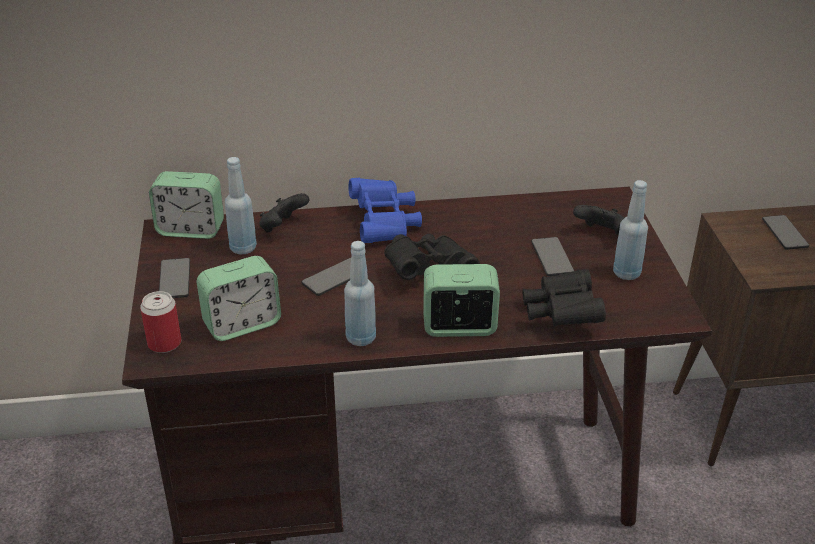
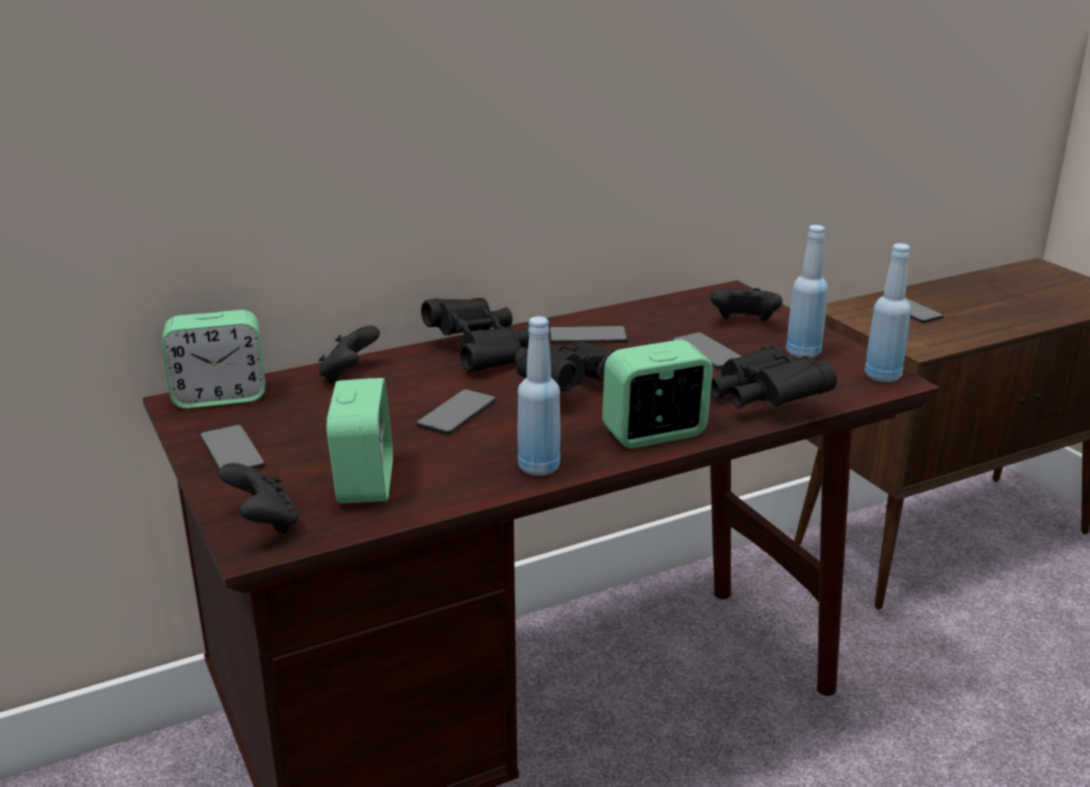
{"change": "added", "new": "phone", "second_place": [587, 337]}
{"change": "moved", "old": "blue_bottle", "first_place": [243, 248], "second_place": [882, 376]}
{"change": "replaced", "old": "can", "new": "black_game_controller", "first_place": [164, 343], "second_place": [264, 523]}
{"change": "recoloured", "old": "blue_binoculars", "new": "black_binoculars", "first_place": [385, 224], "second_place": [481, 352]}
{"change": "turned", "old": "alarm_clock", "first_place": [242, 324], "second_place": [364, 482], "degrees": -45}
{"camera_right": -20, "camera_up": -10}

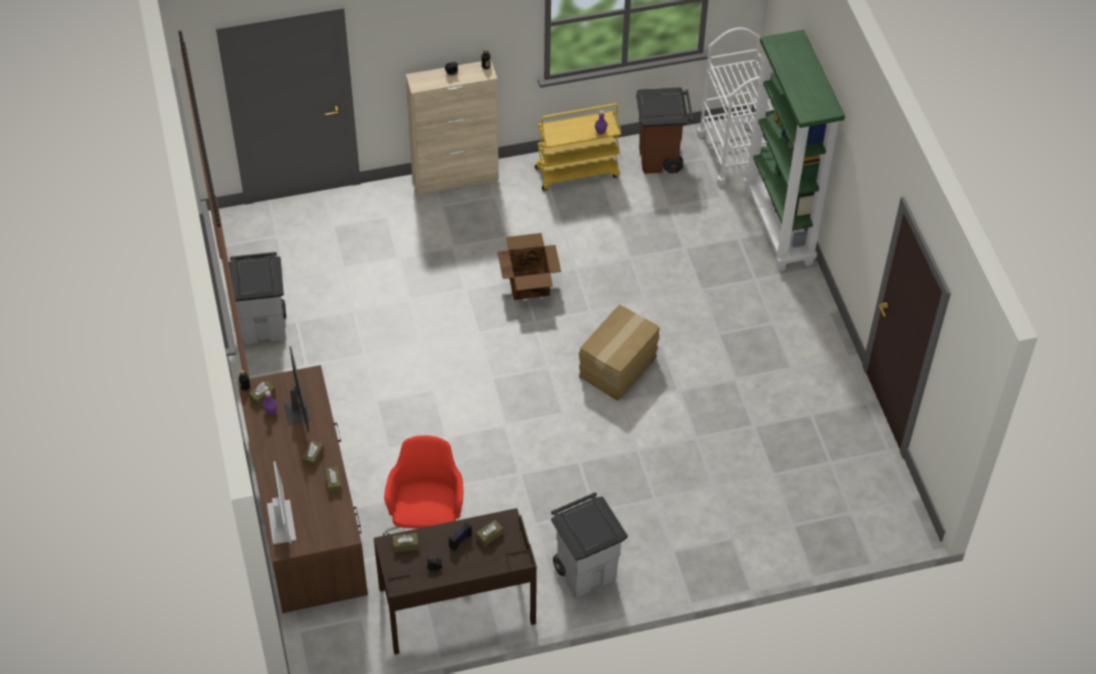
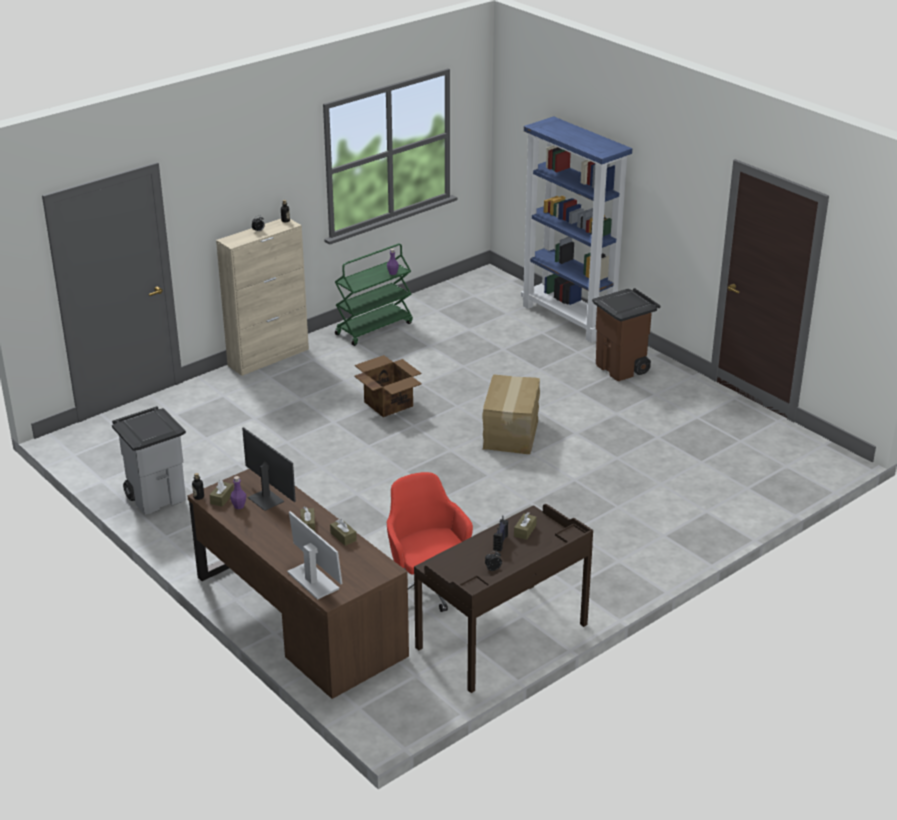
{"change": "removed", "old": "brown_tissue_box", "first_place": [405, 545]}
{"change": "removed", "old": "grey_trash_can", "first_place": [586, 571]}
{"change": "removed", "old": "white_cart", "first_place": [734, 154]}
{"change": "moved", "old": "brown_trash_can", "first_place": [660, 159], "second_place": [622, 368]}
{"change": "recoloured", "old": "yellow_cart", "new": "green_cart", "first_place": [577, 172], "second_place": [374, 328]}
{"change": "recoloured", "old": "green_bookcase", "new": "blue_bookcase", "first_place": [779, 227], "second_place": [569, 319]}
{"camera_right": -25, "camera_up": -20}

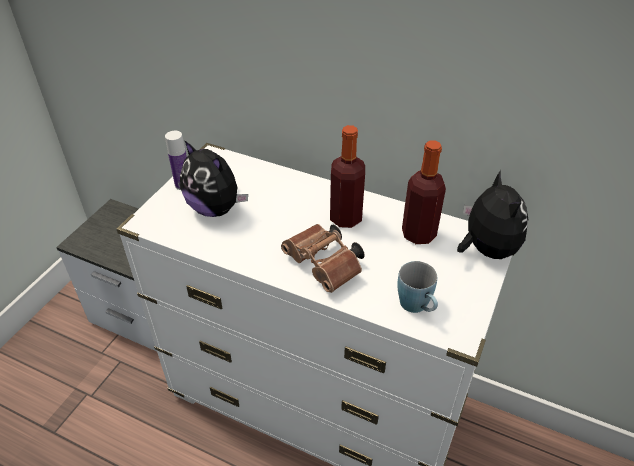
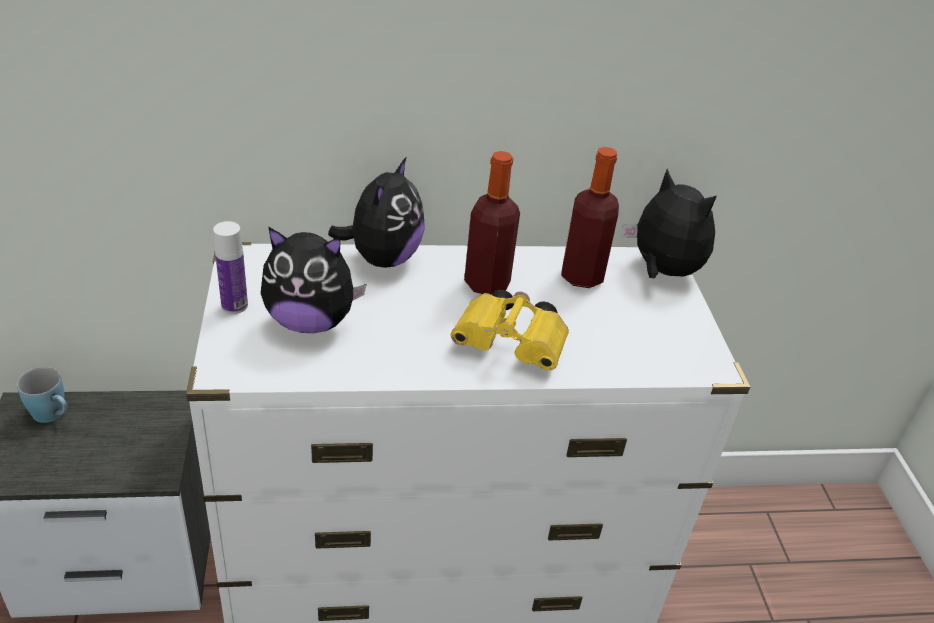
{"change": "added", "new": "plush_toy", "second_place": [382, 258]}
{"change": "moved", "old": "blue_mug", "first_place": [417, 307], "second_place": [53, 415]}
{"change": "recoloured", "old": "brown_binoculars", "new": "yellow_binoculars", "first_place": [325, 267], "second_place": [513, 346]}
{"camera_right": -35, "camera_up": -5}

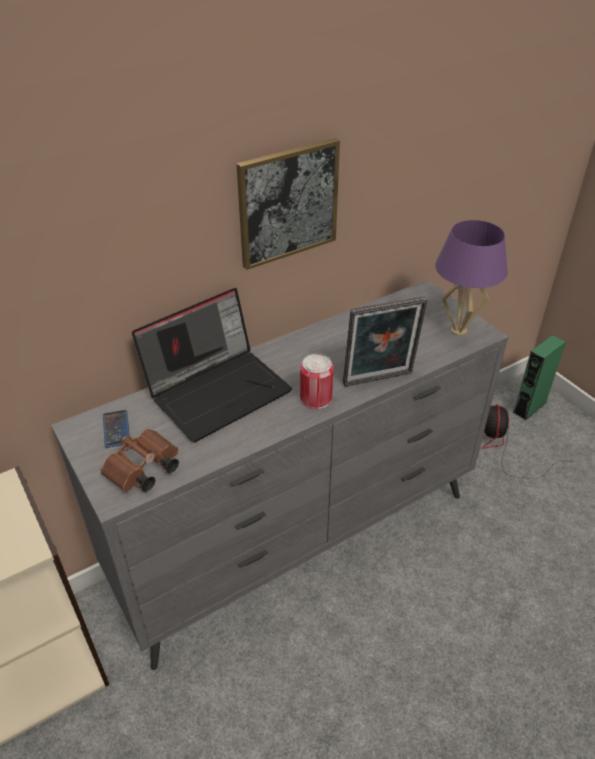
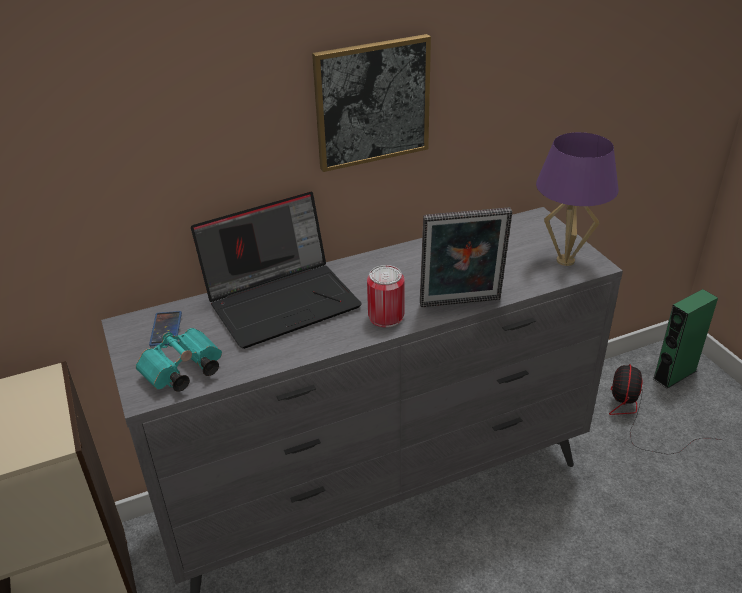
{"change": "recoloured", "old": "brown_binoculars", "new": "turquoise_binoculars", "first_place": [143, 472], "second_place": [181, 373]}
{"camera_right": 10, "camera_up": -5}

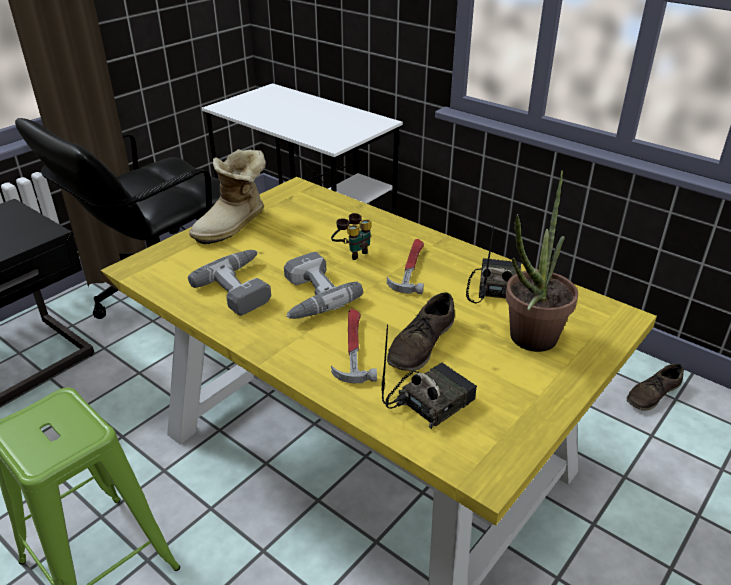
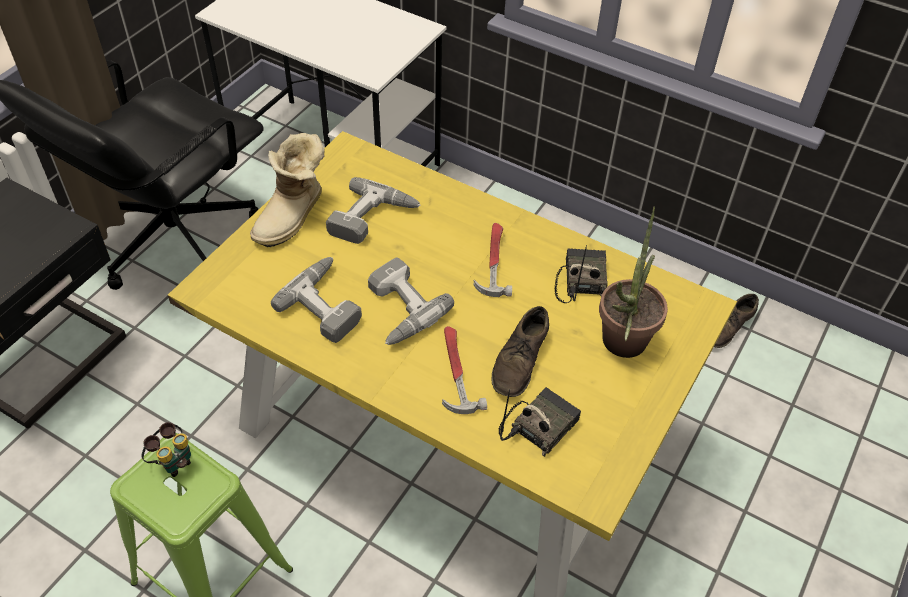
{"change": "added", "new": "power_drill", "second_place": [373, 219]}
{"change": "moved", "old": "binoculars", "first_place": [352, 252], "second_place": [172, 461]}
{"camera_right": -10, "camera_up": 15}

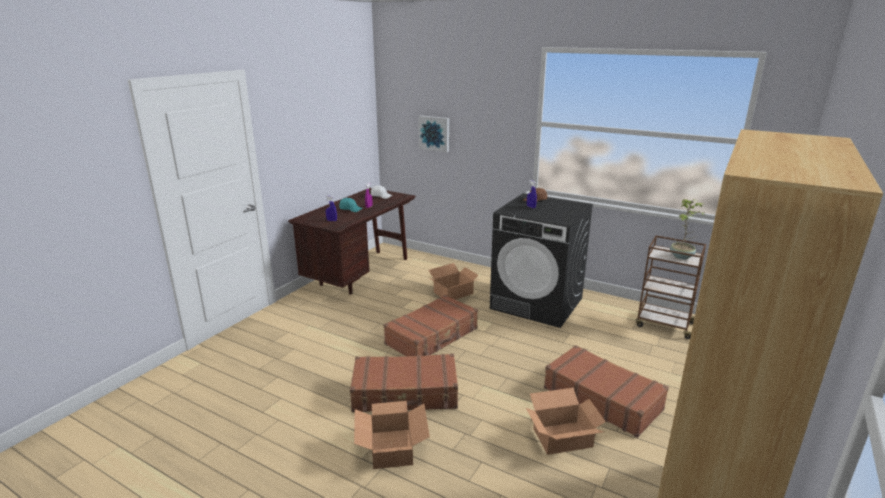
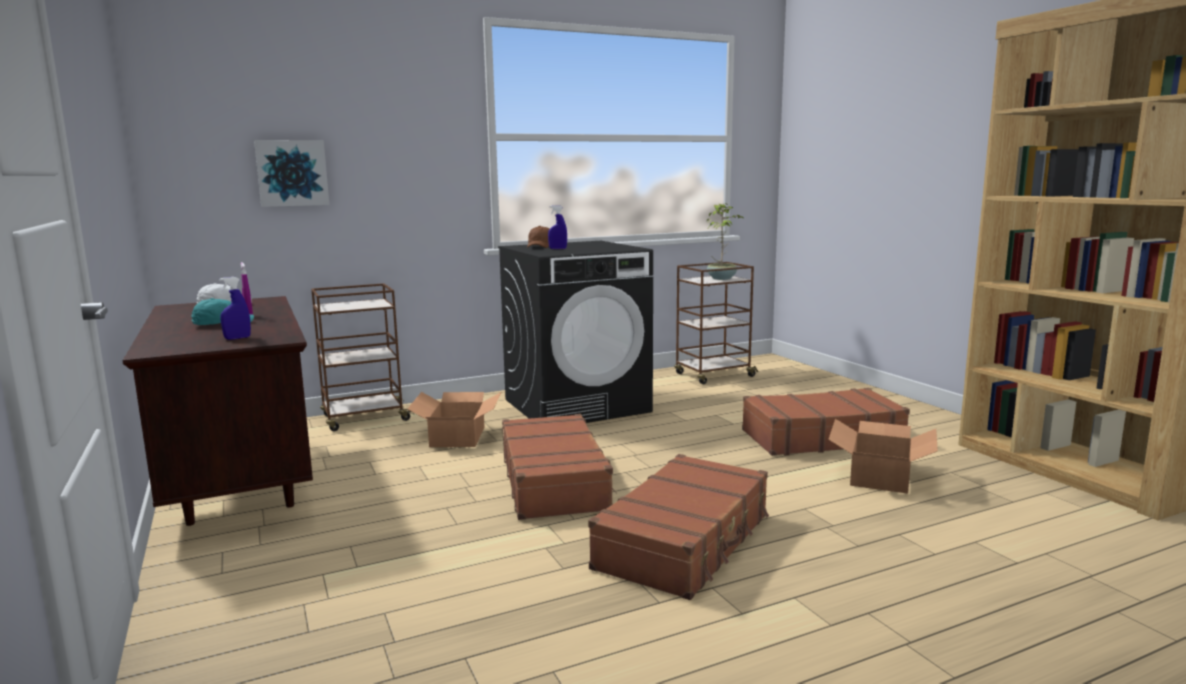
{"change": "removed", "old": "cardboard_box", "first_place": [391, 449]}
{"change": "added", "new": "brown_cart", "second_place": [364, 418]}
{"camera_right": -55, "camera_up": -10}

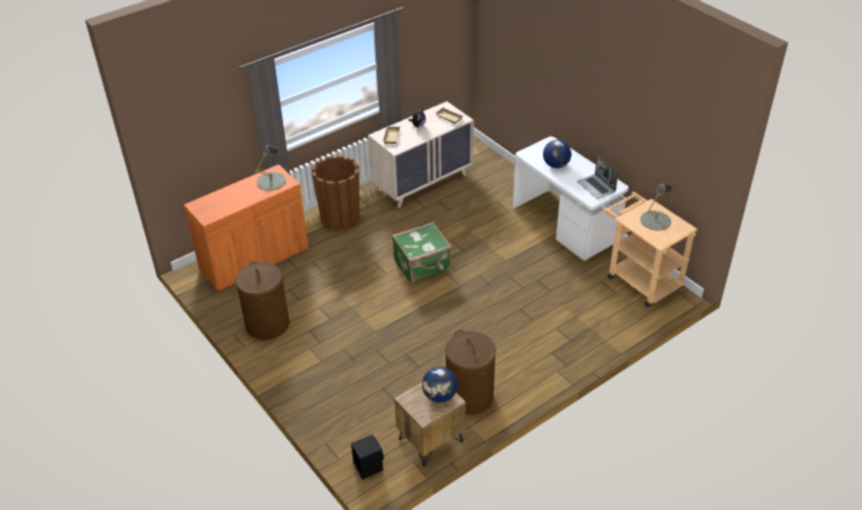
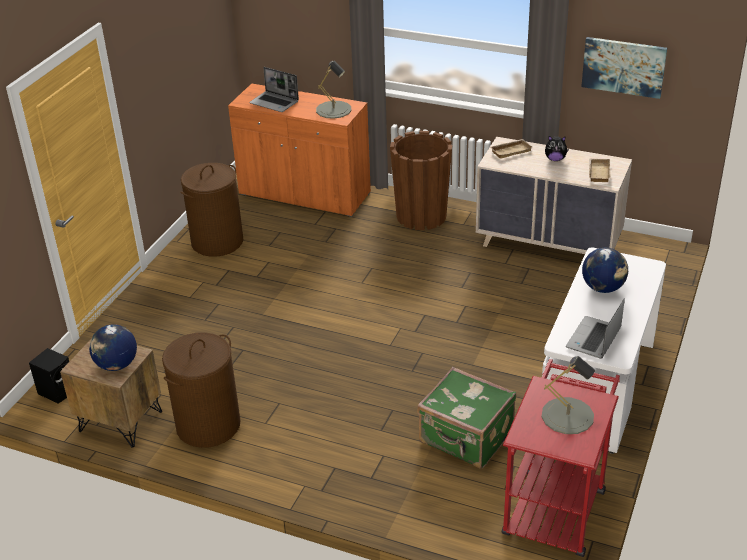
{"change": "added", "new": "laptop", "second_place": [275, 103]}
{"change": "added", "new": "picture", "second_place": [623, 66]}
{"change": "moved", "old": "green_suitcase", "first_place": [423, 266], "second_place": [466, 438]}
{"change": "recoloured", "old": "beige_cart", "new": "red_cart", "first_place": [639, 279], "second_place": [556, 504]}
{"camera_right": 60, "camera_up": -5}

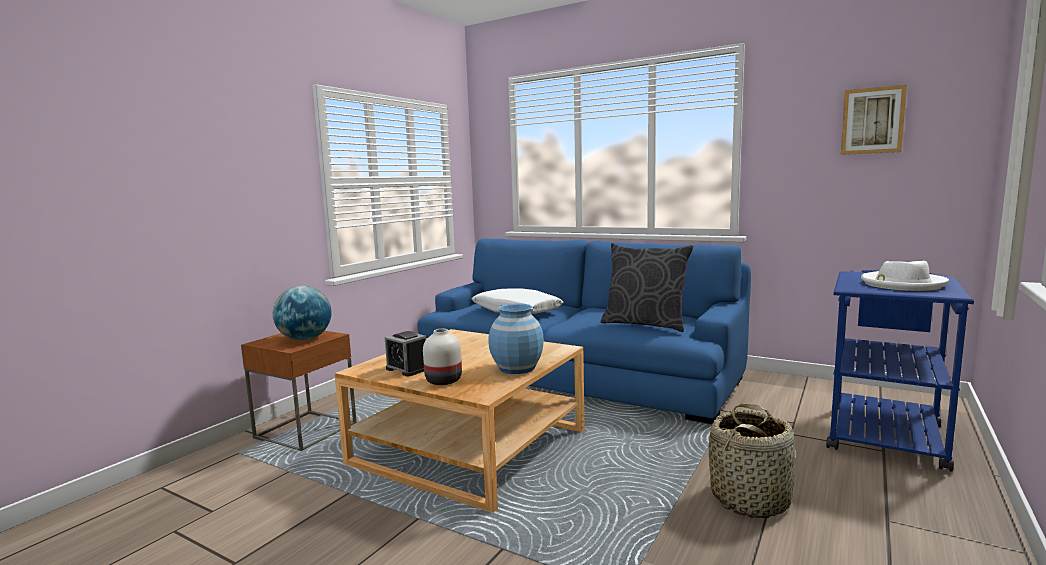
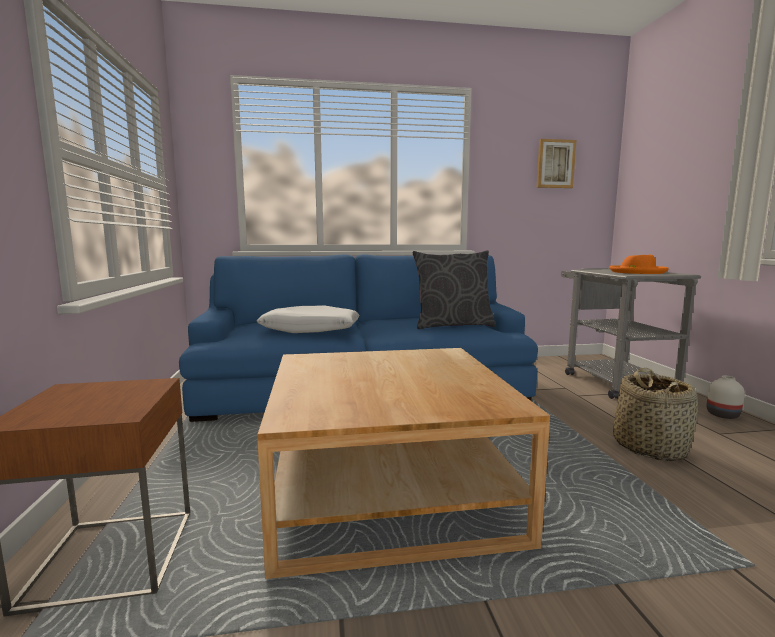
{"change": "removed", "old": "globe", "first_place": [305, 339]}
{"change": "removed", "old": "alarm_clock", "first_place": [407, 369]}
{"change": "removed", "old": "blue_vase", "first_place": [517, 368]}
{"change": "moved", "old": "white_vase", "first_place": [443, 381], "second_place": [723, 415]}
{"change": "recoloured", "old": "blue_cart", "new": "grey_cart", "first_place": [884, 431], "second_place": [612, 381]}
{"change": "recoloured", "old": "white_hat", "new": "orange_hat", "first_place": [901, 284], "second_place": [637, 272]}
{"camera_right": -40, "camera_up": 0}

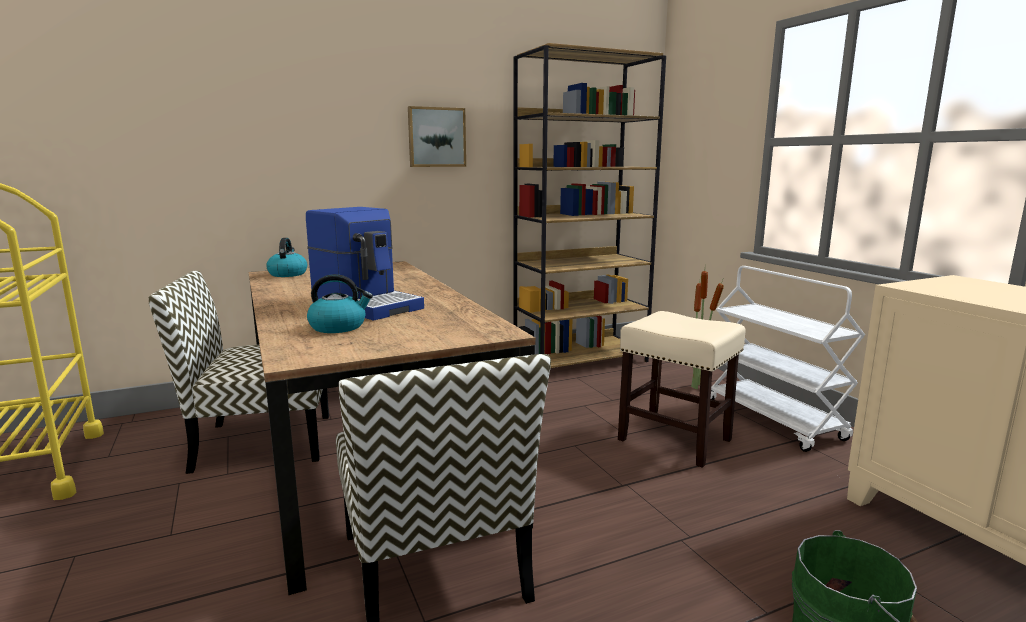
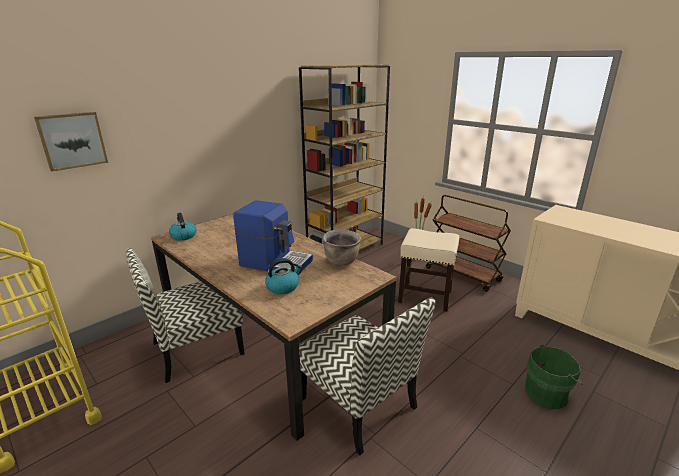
{"change": "added", "new": "brown_cooking_pot", "second_place": [342, 261]}
{"change": "moved", "old": "picture", "first_place": [436, 137], "second_place": [72, 140]}
{"change": "recoloured", "old": "white_cart", "new": "brown_cart", "first_place": [774, 421], "second_place": [463, 274]}
{"camera_right": -20, "camera_up": 10}

